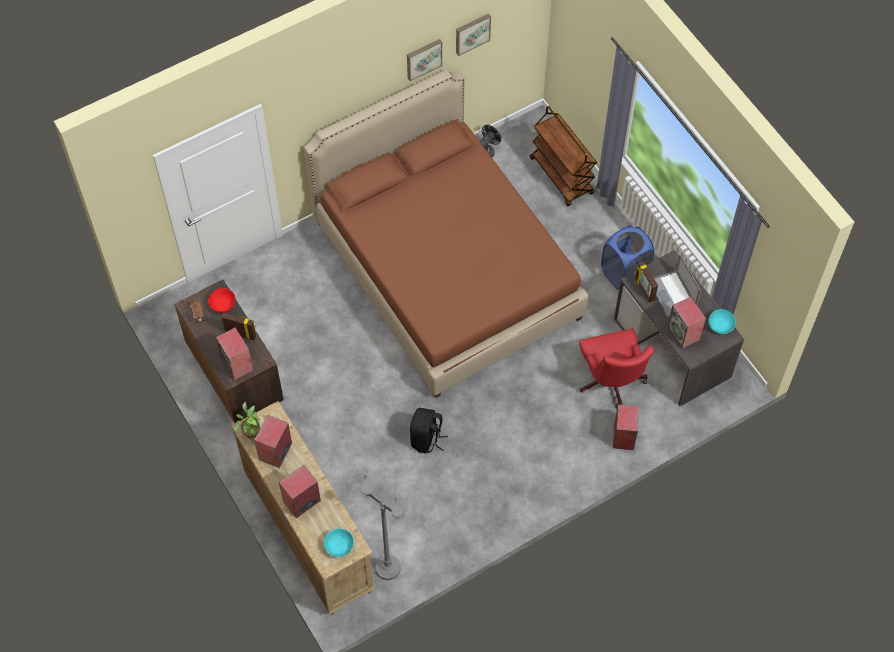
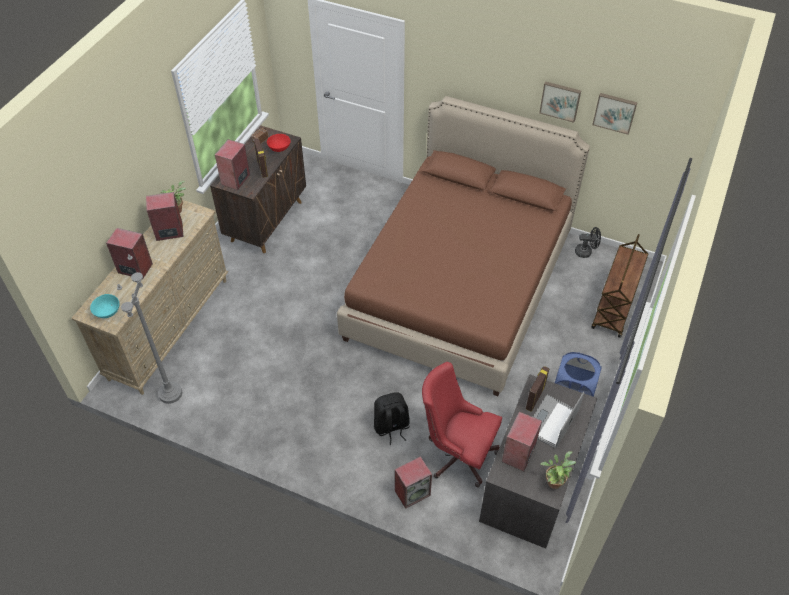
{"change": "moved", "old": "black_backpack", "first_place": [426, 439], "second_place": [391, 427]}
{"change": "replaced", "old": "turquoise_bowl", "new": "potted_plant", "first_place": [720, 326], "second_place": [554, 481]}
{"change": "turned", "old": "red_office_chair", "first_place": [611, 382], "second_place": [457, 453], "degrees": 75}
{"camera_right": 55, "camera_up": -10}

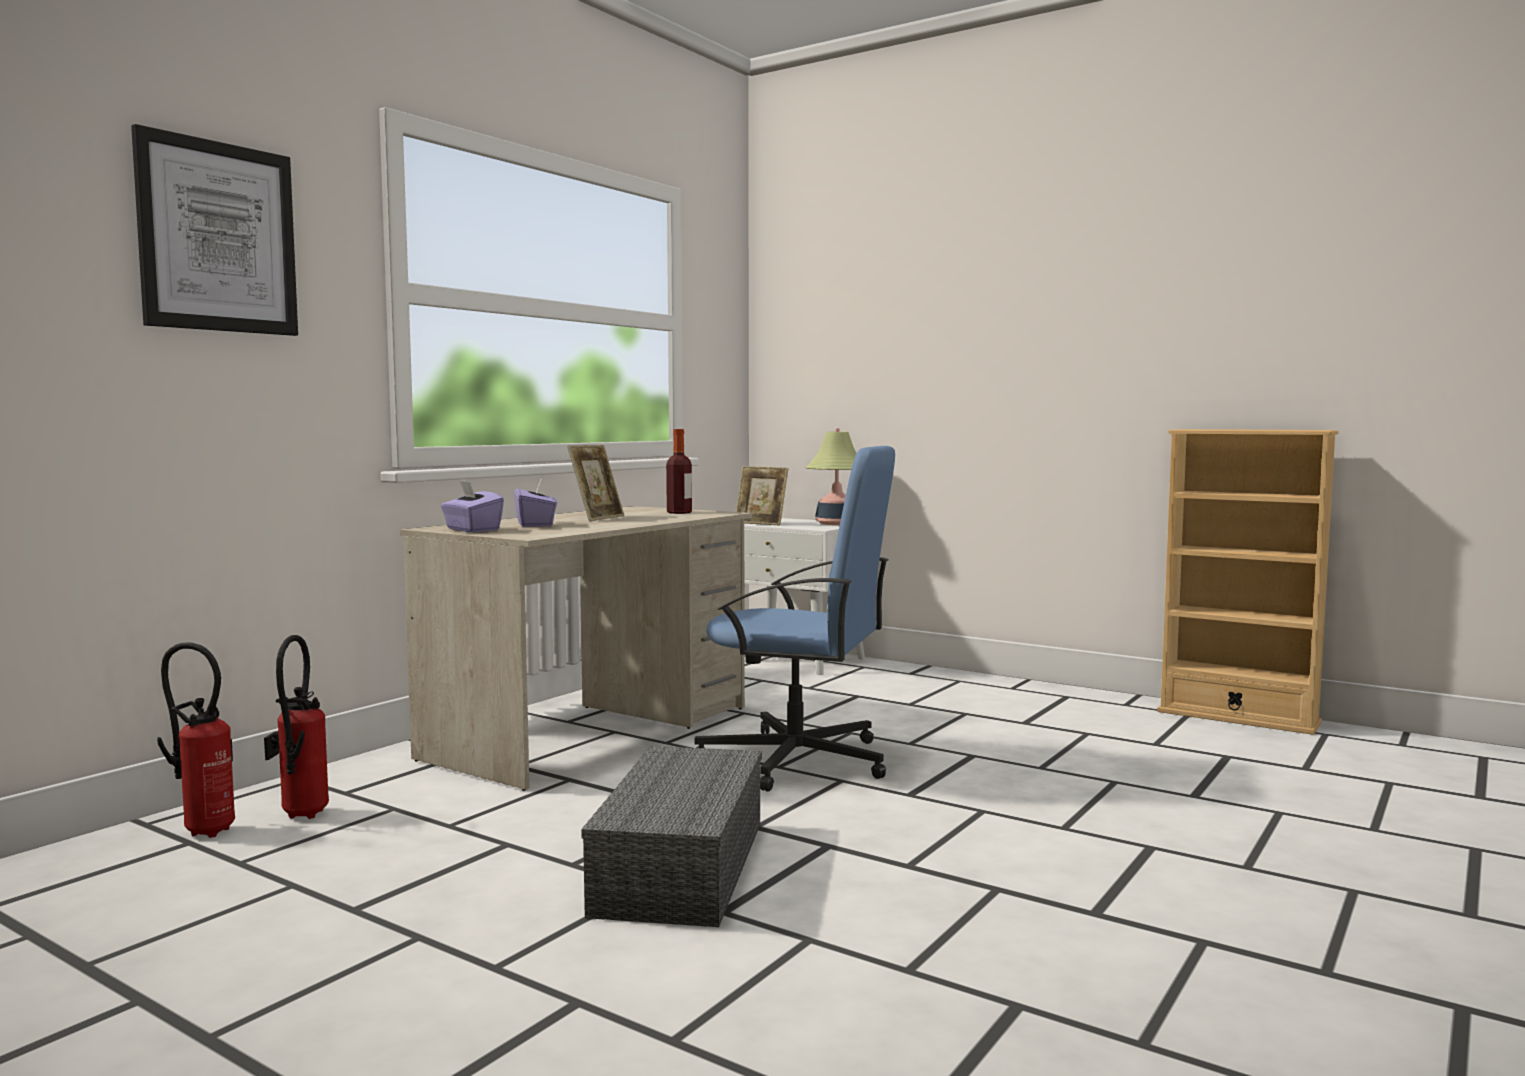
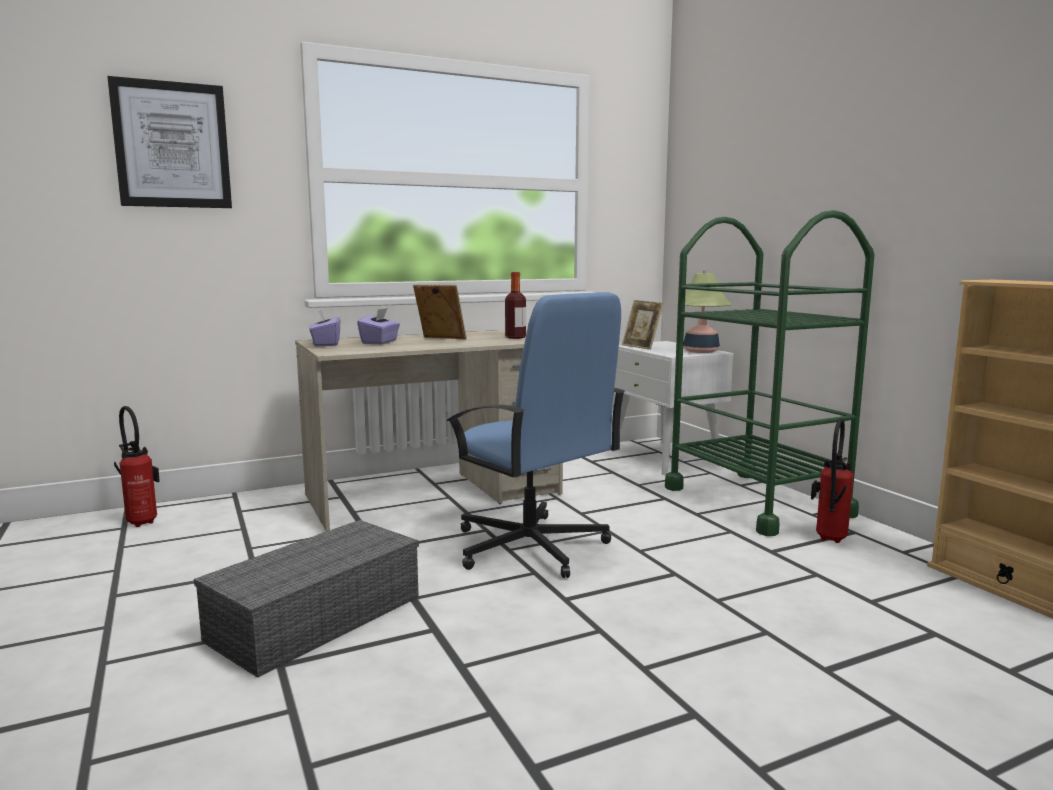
{"change": "added", "new": "green_cart", "second_place": [756, 501]}
{"change": "moved", "old": "fire_extinguisher", "first_place": [299, 816], "second_place": [828, 540]}
{"change": "turned", "old": "picture_frame", "first_place": [597, 518], "second_place": [440, 339], "degrees": -120}
{"camera_right": 30, "camera_up": 5}

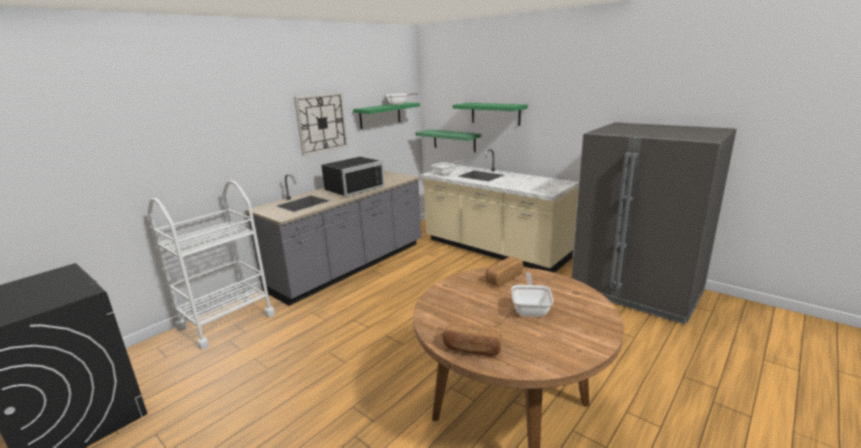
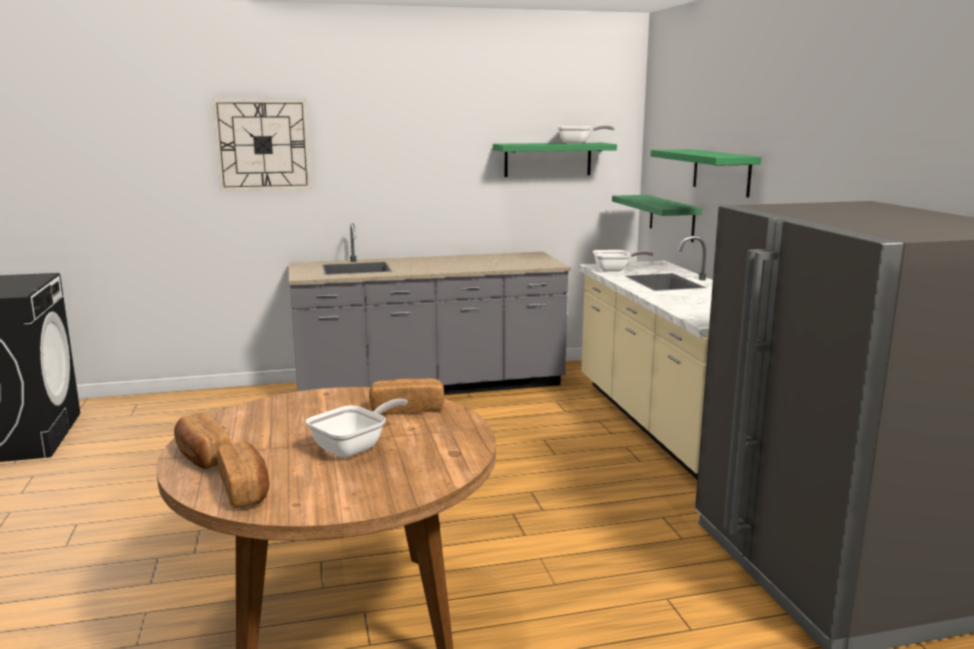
{"change": "removed", "old": "white_cart", "first_place": [227, 321]}
{"change": "removed", "old": "black_microwave", "first_place": [352, 188]}
{"change": "added", "new": "bread", "second_place": [245, 489]}
{"change": "moved", "old": "wall_clock", "first_place": [321, 123], "second_place": [263, 145]}
{"camera_right": 35, "camera_up": -5}

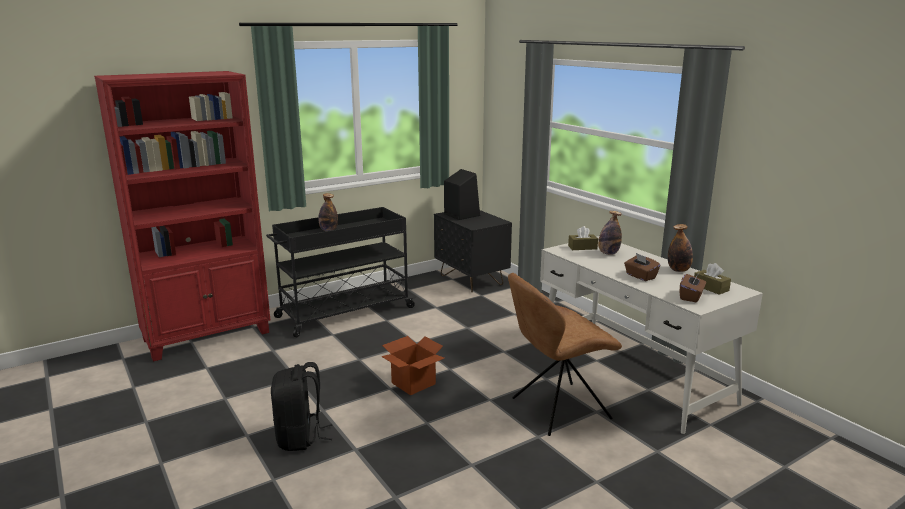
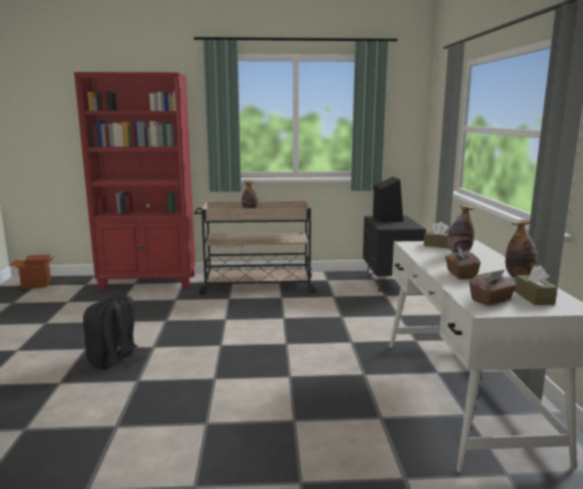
{"change": "removed", "old": "brown_chair", "first_place": [557, 409]}
{"change": "moved", "old": "cardboard_box", "first_place": [413, 383], "second_place": [36, 284]}
{"change": "recoloured", "old": "black_cart", "new": "beige_cart", "first_place": [344, 312], "second_place": [256, 286]}
{"camera_right": 30, "camera_up": -5}

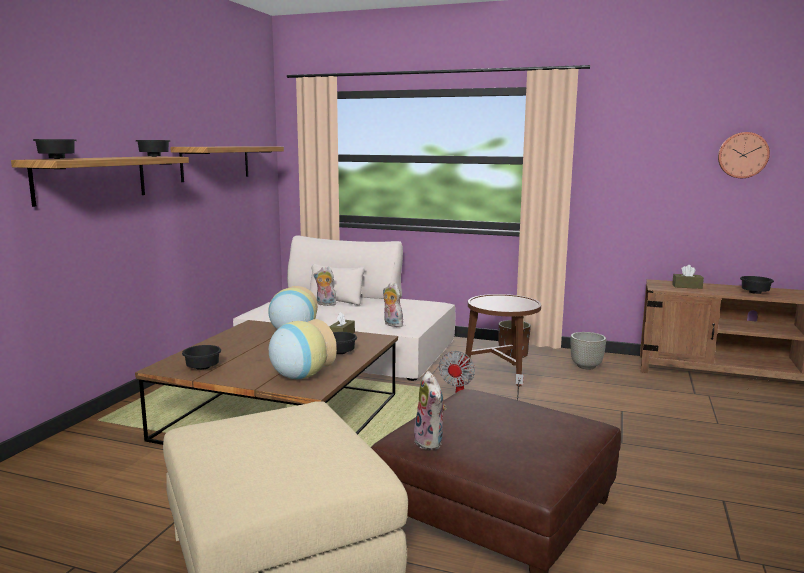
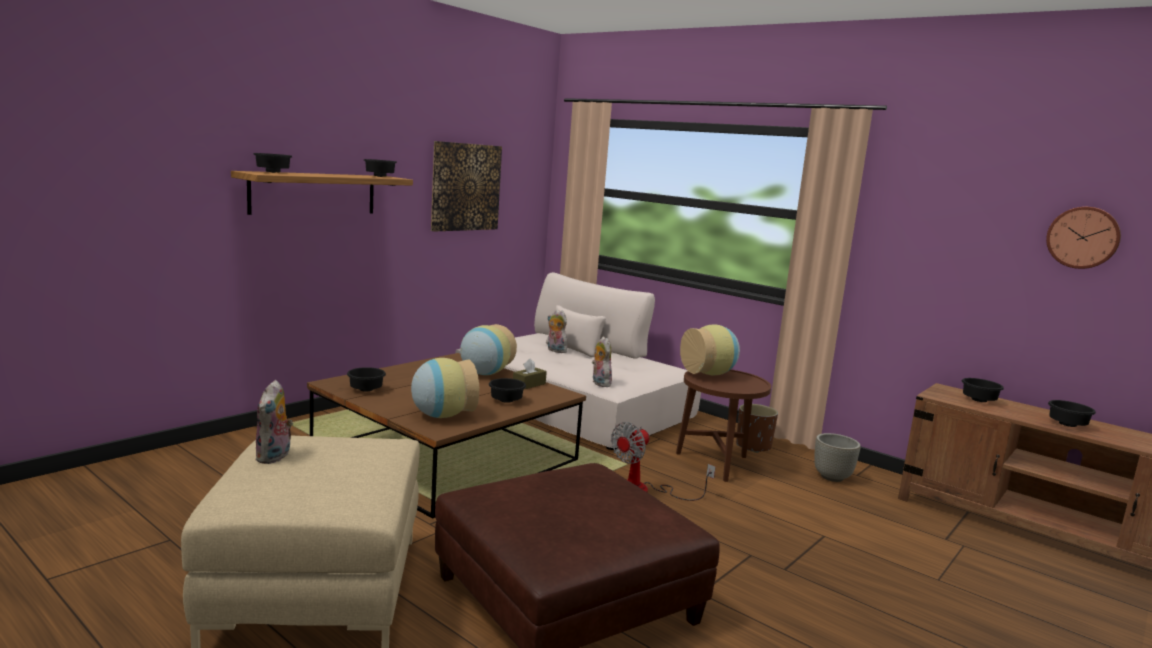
{"change": "added", "new": "vase", "second_place": [710, 374]}
{"change": "moved", "old": "plush_toy", "first_place": [431, 442], "second_place": [274, 457]}
{"change": "replaced", "old": "shelf", "new": "picture", "first_place": [216, 163], "second_place": [465, 187]}
{"change": "replaced", "old": "brown_tissue_box", "new": "black_bowl", "first_place": [687, 286], "second_place": [978, 401]}
{"camera_right": 20, "camera_up": 0}

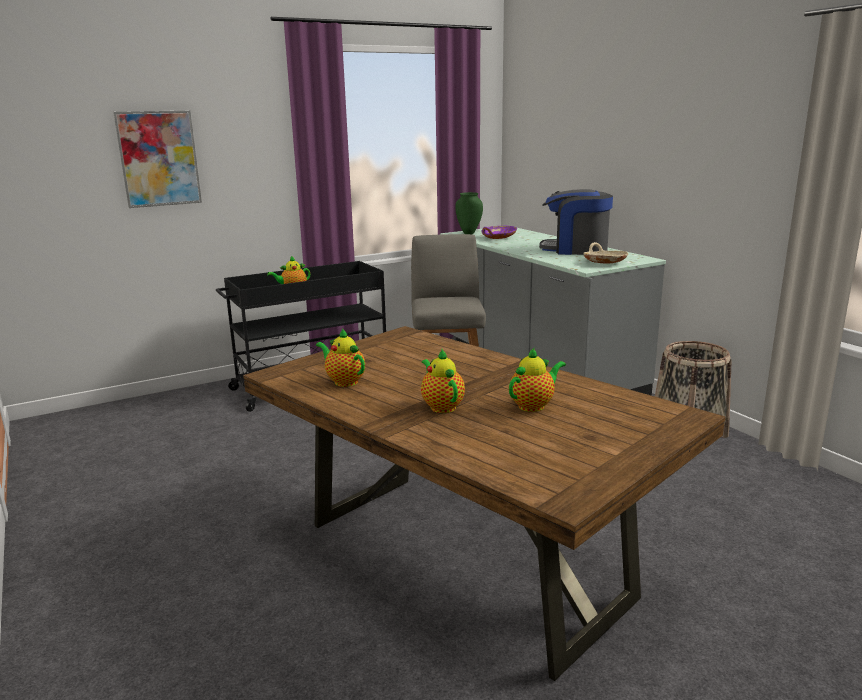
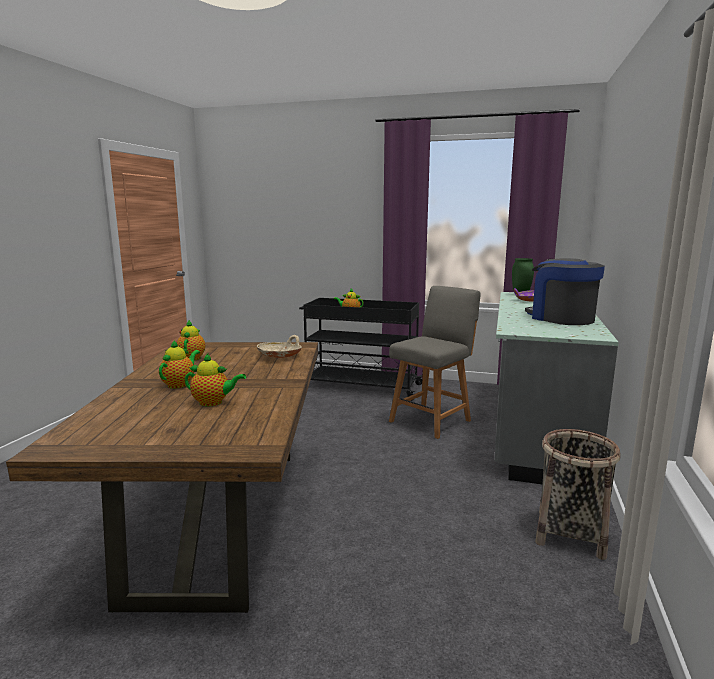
{"change": "removed", "old": "picture", "first_place": [159, 159]}
{"change": "moved", "old": "beige_bowl", "first_place": [604, 262], "second_place": [280, 356]}
{"camera_right": 45, "camera_up": -5}

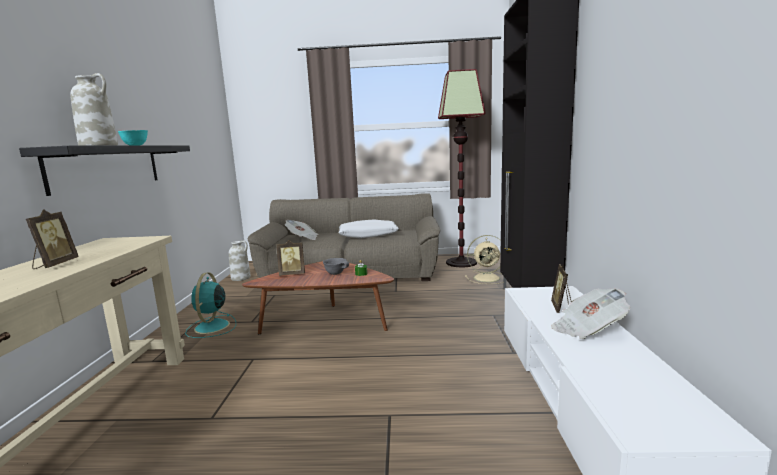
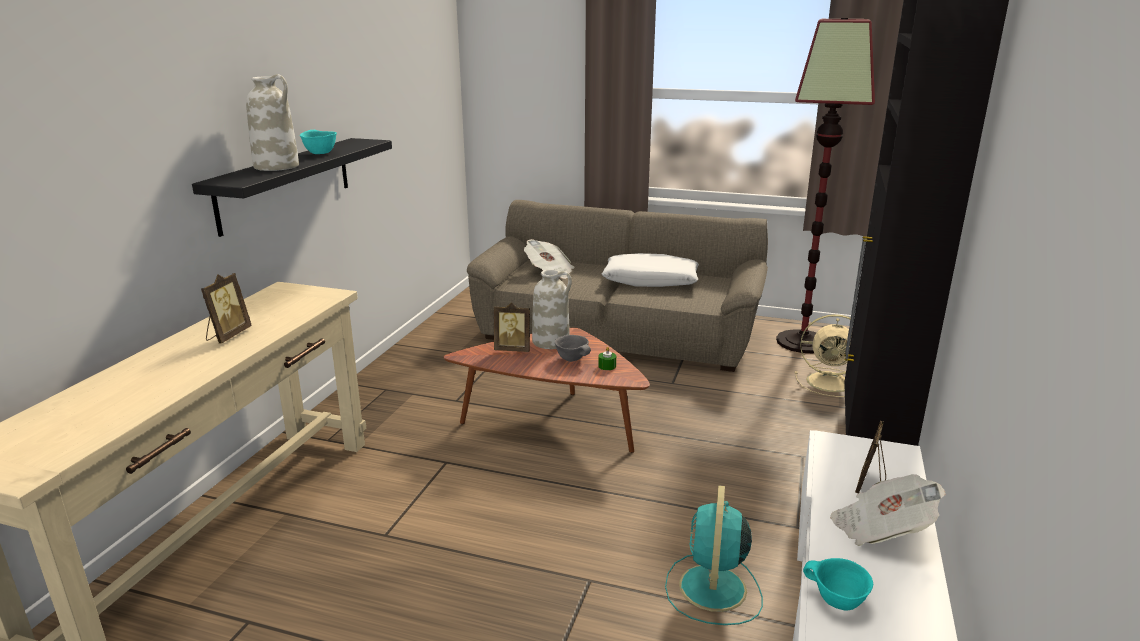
{"change": "added", "new": "turquoise_bowl", "second_place": [837, 601]}
{"change": "moved", "old": "turquoise_fan", "first_place": [211, 327], "second_place": [712, 590]}
{"change": "moved", "old": "white_vase", "first_place": [241, 278], "second_place": [551, 341]}
{"camera_right": 15, "camera_up": 10}

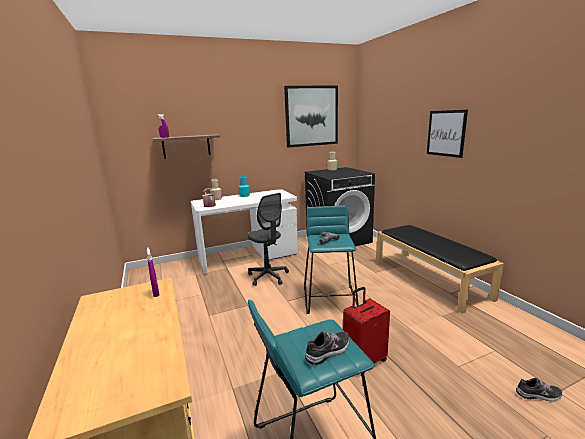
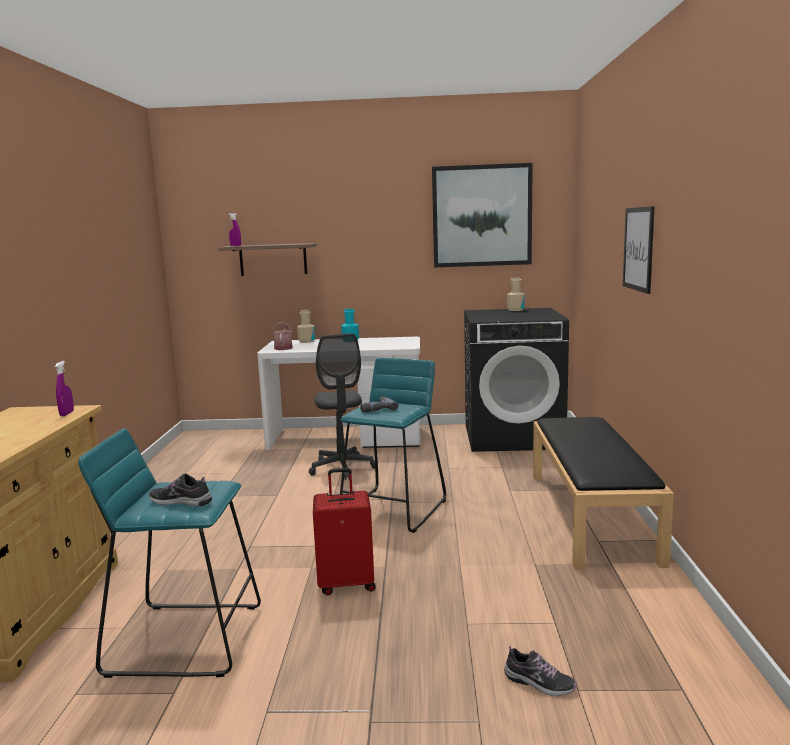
{"change": "turned", "old": "shoe", "first_place": [328, 351], "second_place": [181, 502], "degrees": -150}
{"camera_right": 25, "camera_up": -5}

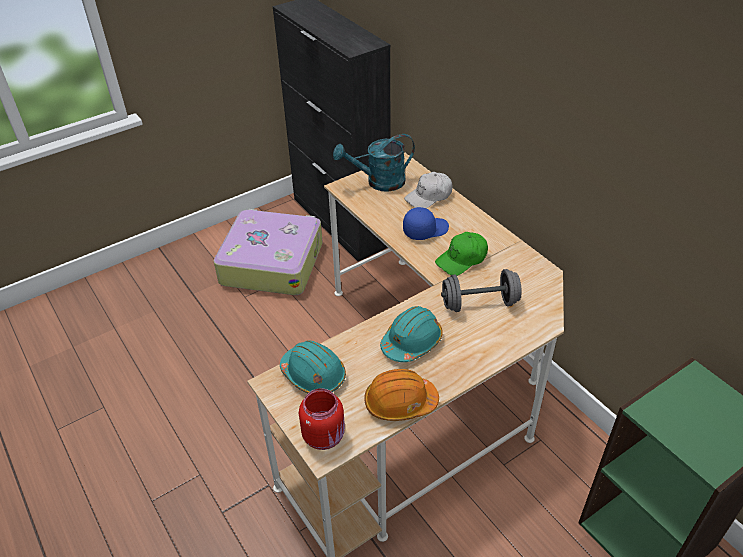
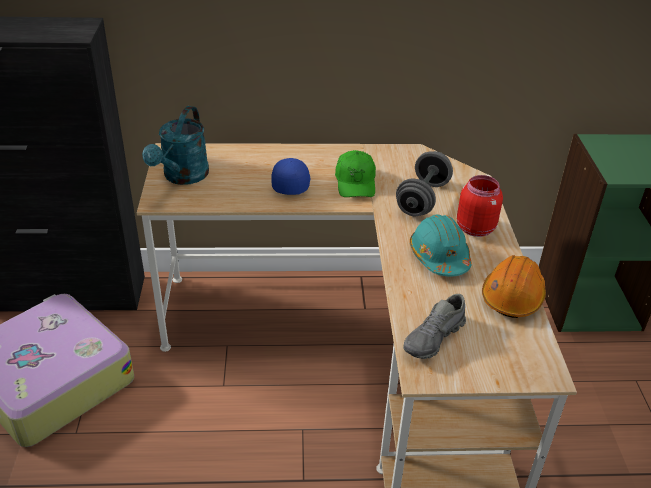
{"change": "removed", "old": "white_cap", "first_place": [429, 197]}
{"change": "moved", "old": "red_jar", "first_place": [325, 435], "second_place": [475, 228]}
{"change": "replaced", "old": "turquoise_hard_hat", "new": "grey_shoe", "first_place": [313, 375], "second_place": [434, 338]}
{"camera_right": -60, "camera_up": -5}

